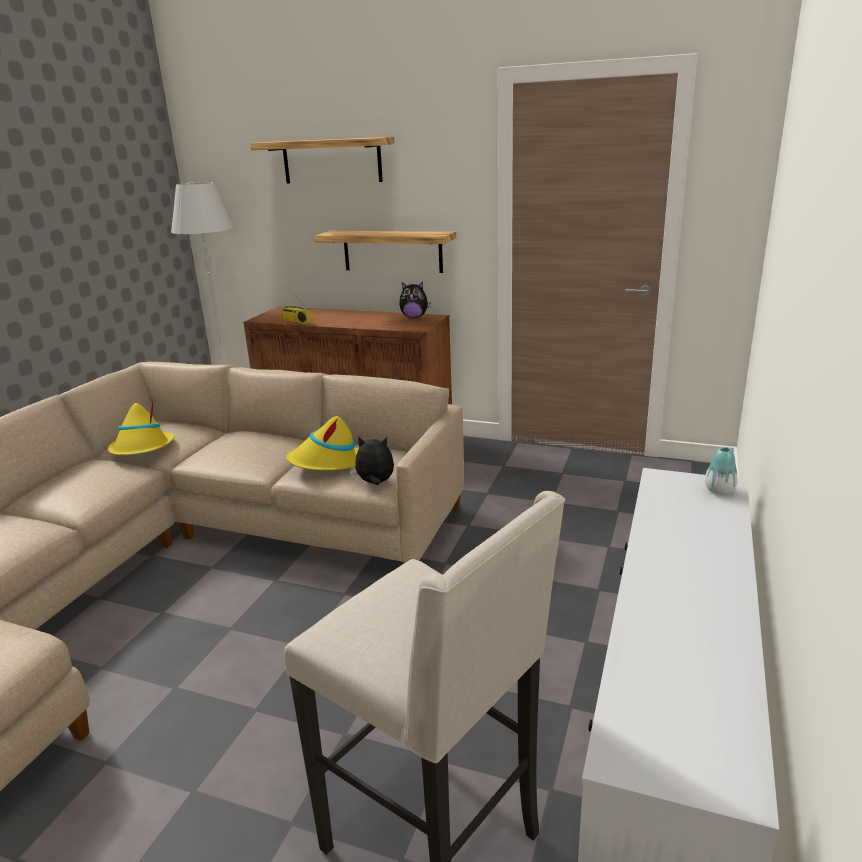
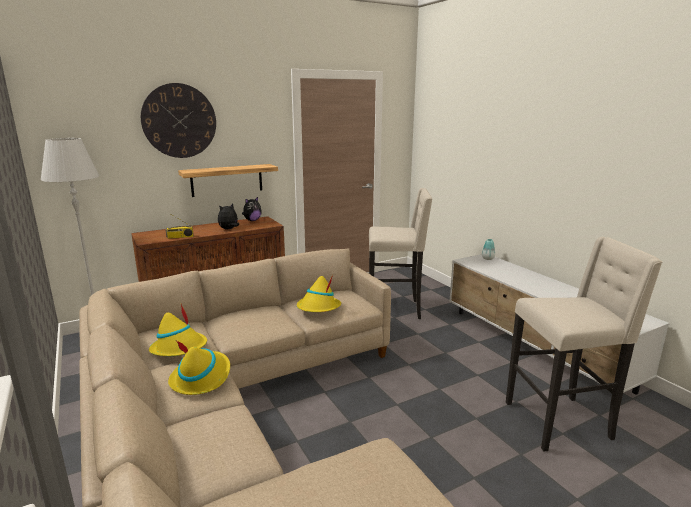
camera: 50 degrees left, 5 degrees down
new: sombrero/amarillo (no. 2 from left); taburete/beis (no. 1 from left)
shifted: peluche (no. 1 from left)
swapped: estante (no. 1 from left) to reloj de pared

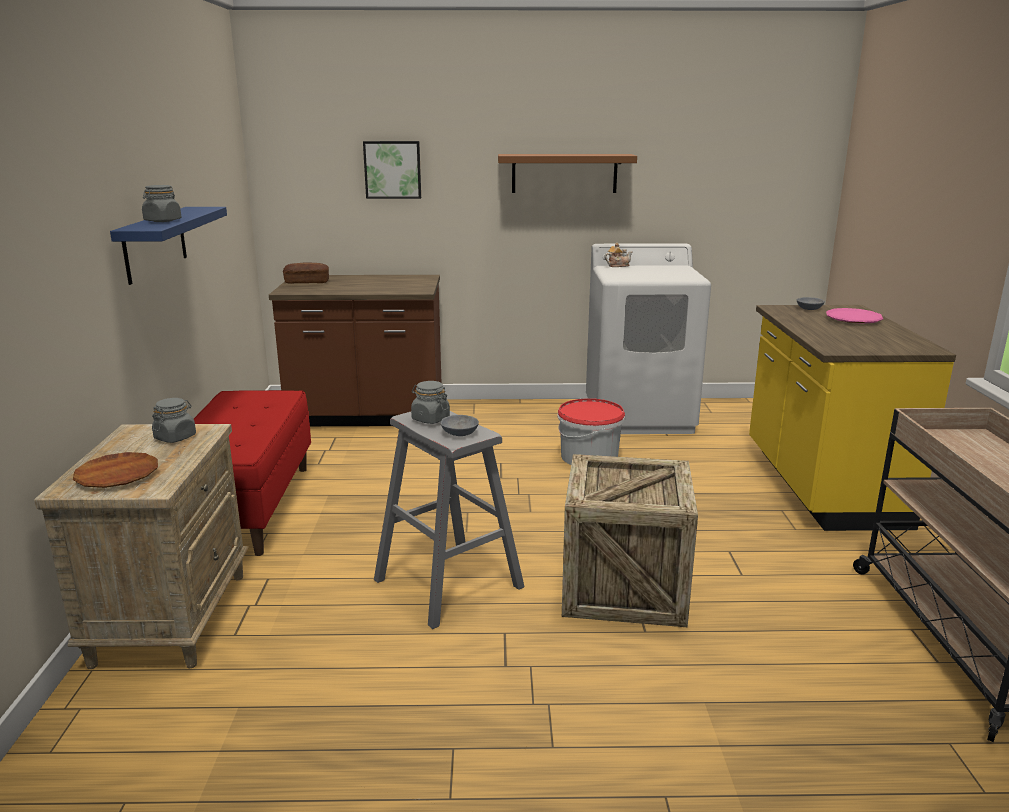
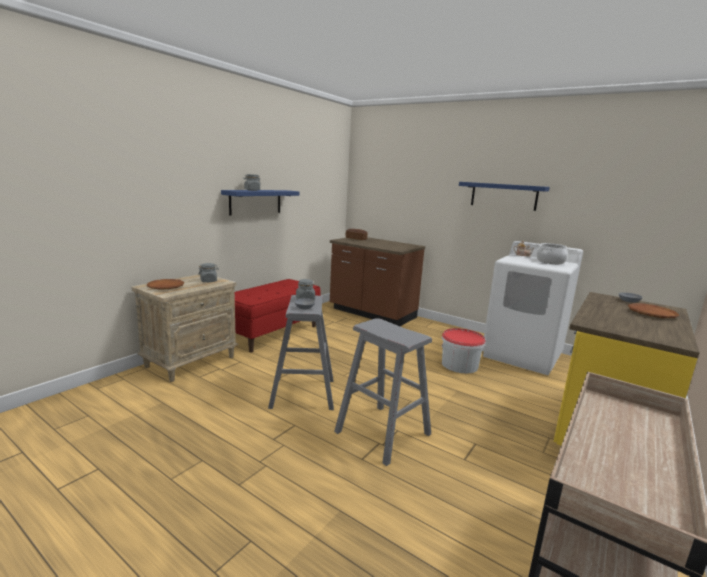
camera: 35 degrees right, 5 degrees down
gone: cuadro
new: olla
swapped: caja de embalaje to taburete/gris (no. 2 from left)
repainted: estante/marrón to estante/azul (no. 2 from left); plato/rosa to plato/marrón (no. 2 from left)

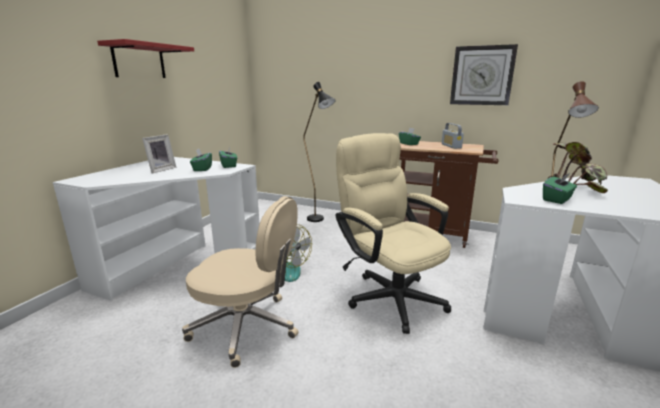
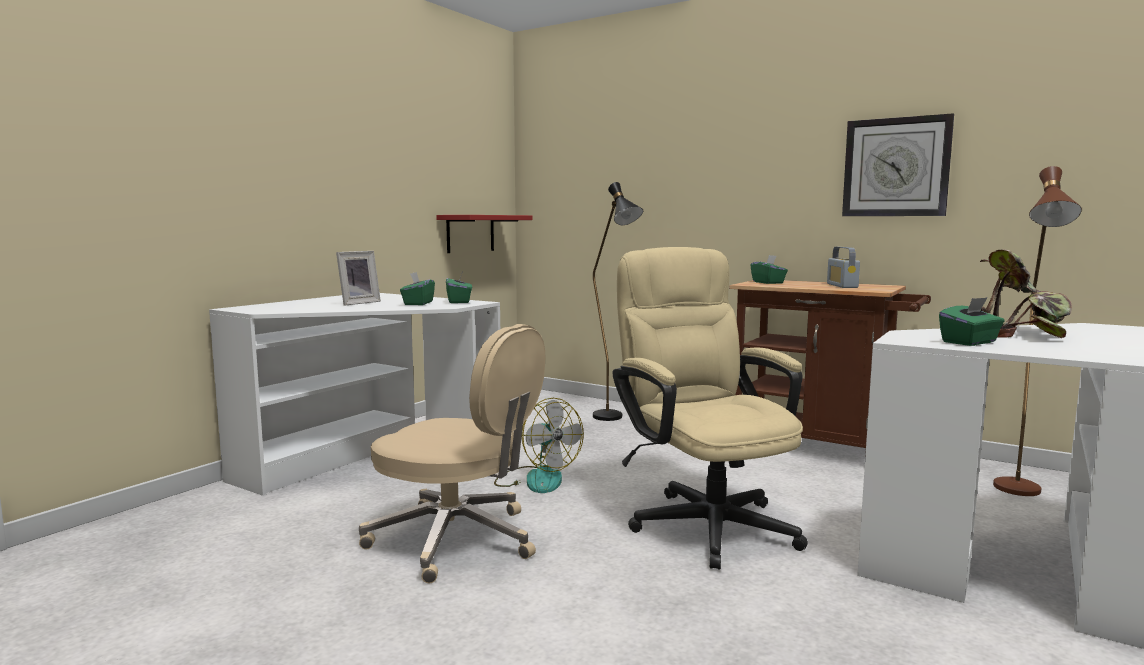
camera: 10 degrees right, 10 degrees down
shifted: estante/rojo

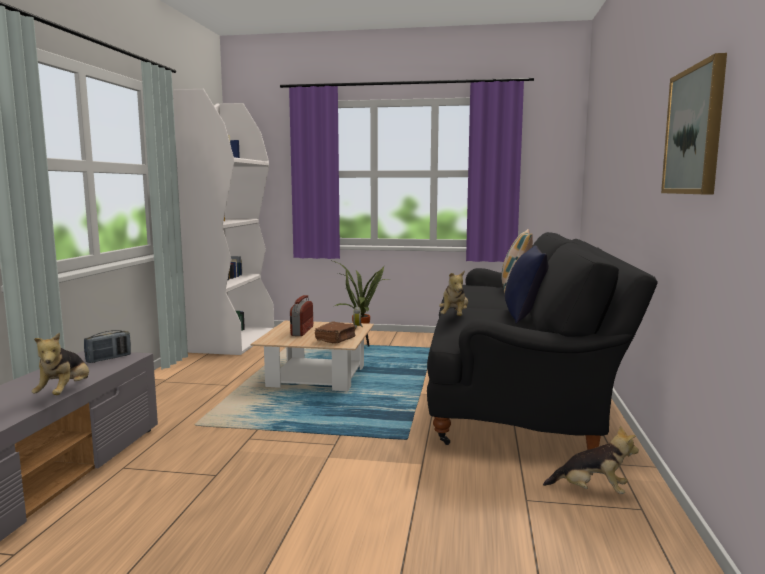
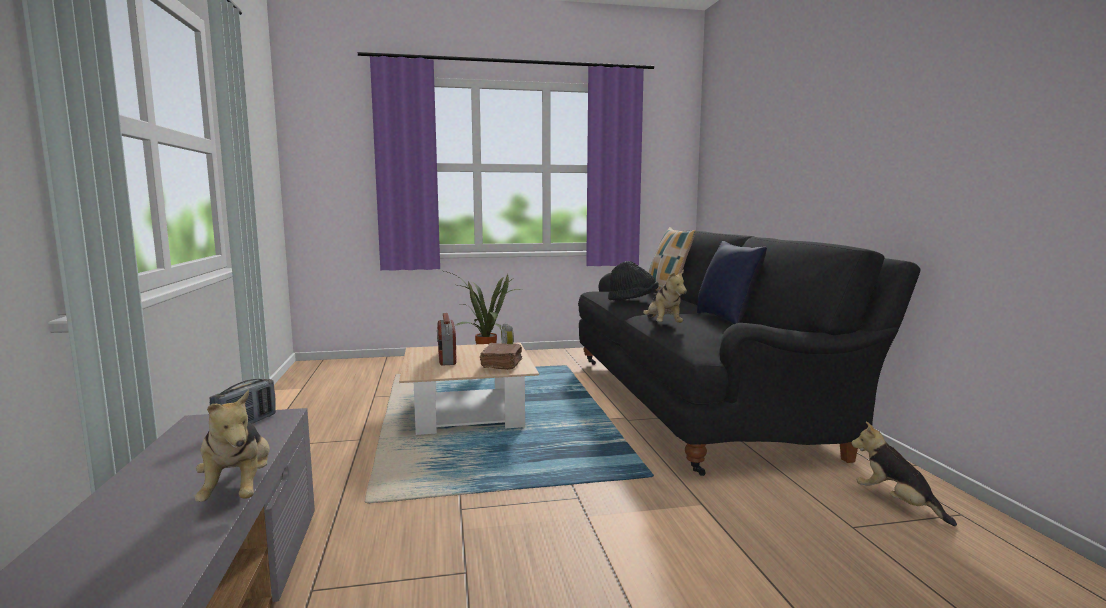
camera: 20 degrees left, 0 degrees up
gone: estantería/blanco; cuadro
new: sombrero/negro
rotated: peluche (no. 3 from left) 120 degrees counterclockwise

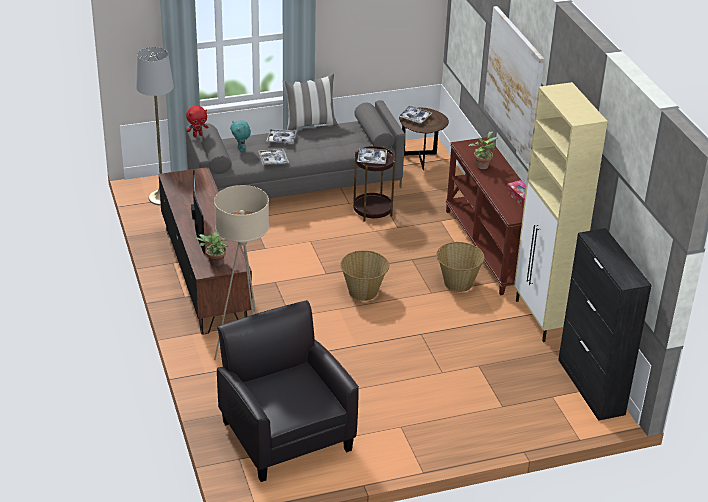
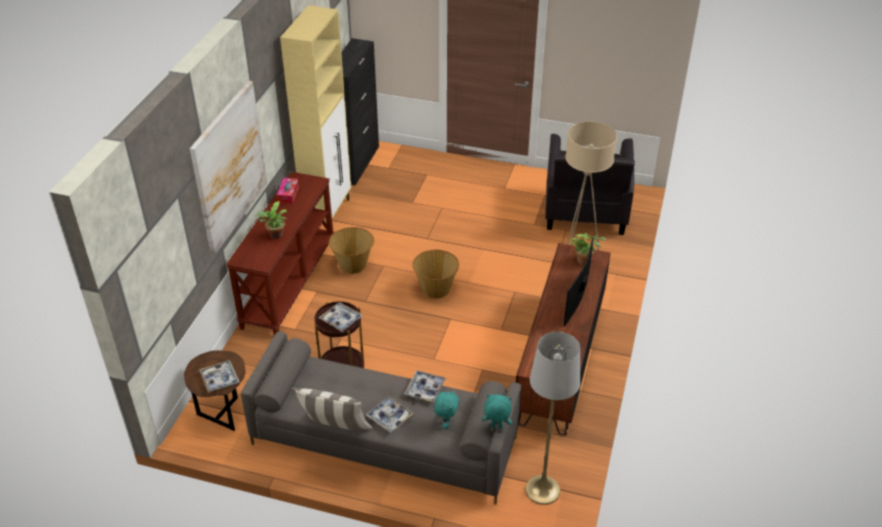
camera: 145 degrees left, 5 degrees up
repainted: peluche/rojo to peluche/turquesa (no. 2 from left)

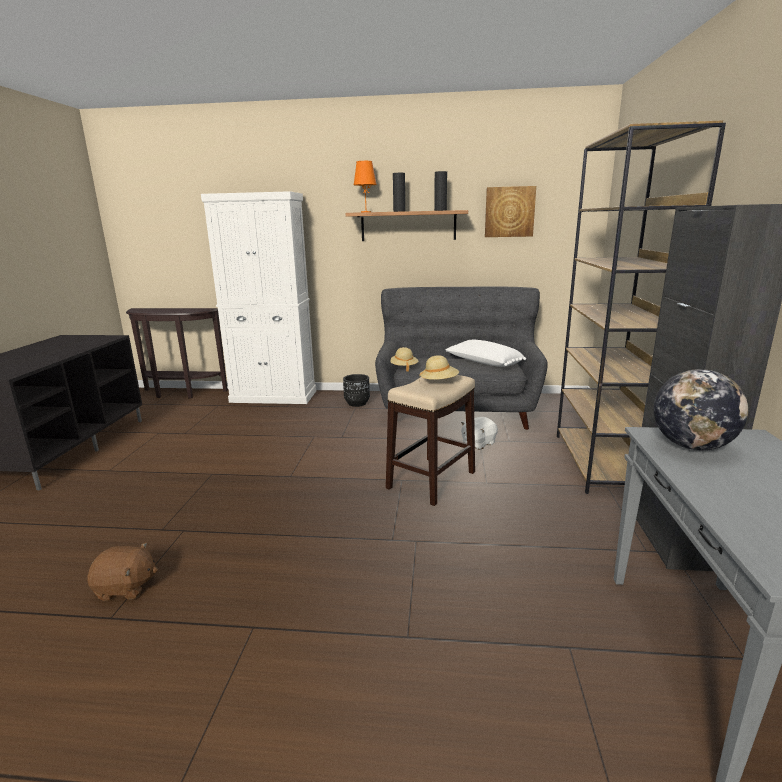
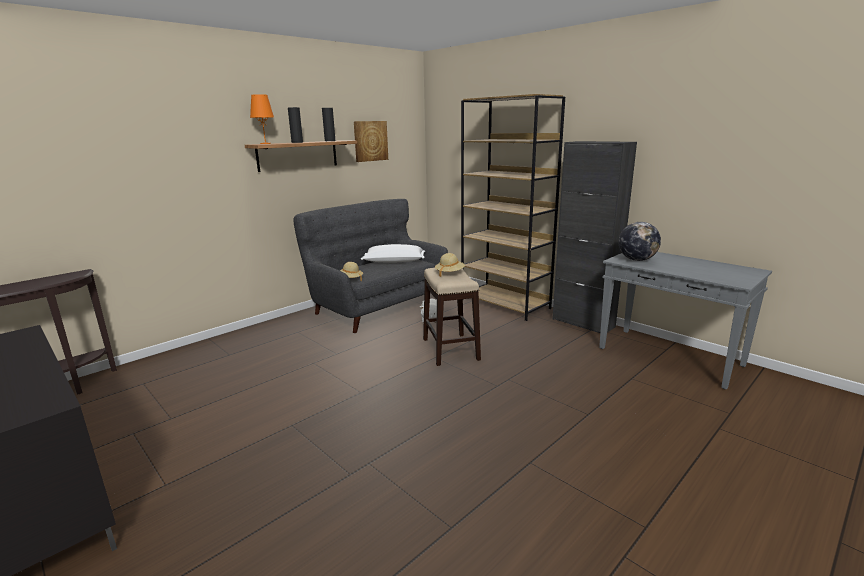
camera: 50 degrees left, 0 degrees up
gone: peluche/marrón; armario/blanco; maceta/negro

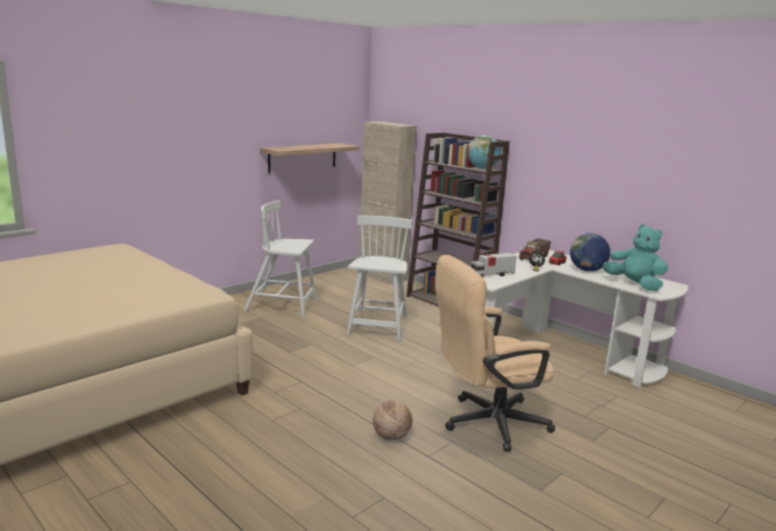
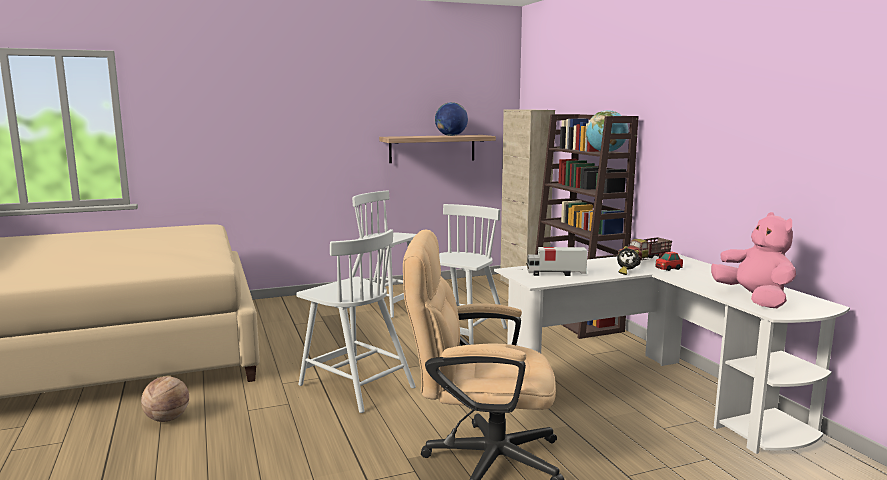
camera: 25 degrees right, 5 degrees down
new: silla/blanco (no. 1 from left)
shifted: balón de baloncesto; globo terráqueo (no. 2 from left in the first image) to globo terráqueo (no. 1 from left)
repainted: peluche/turquesa to peluche/rosa

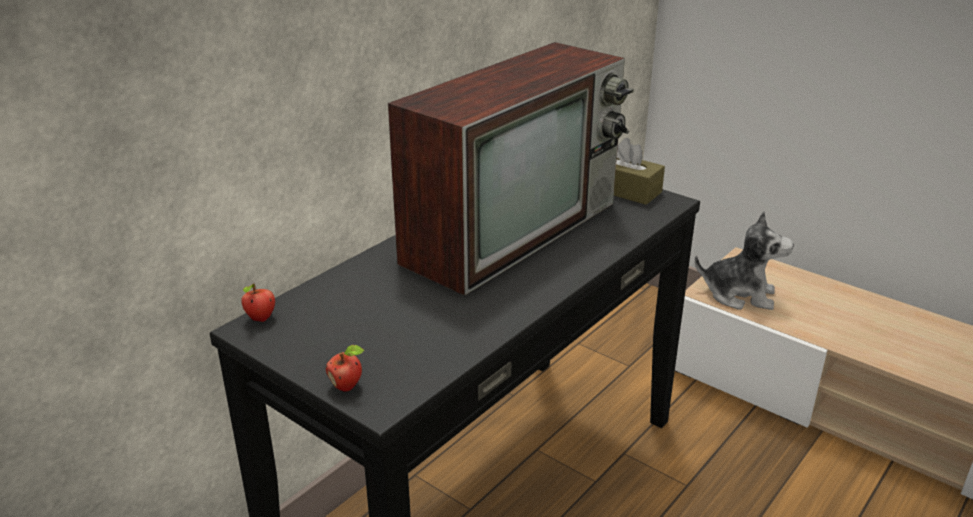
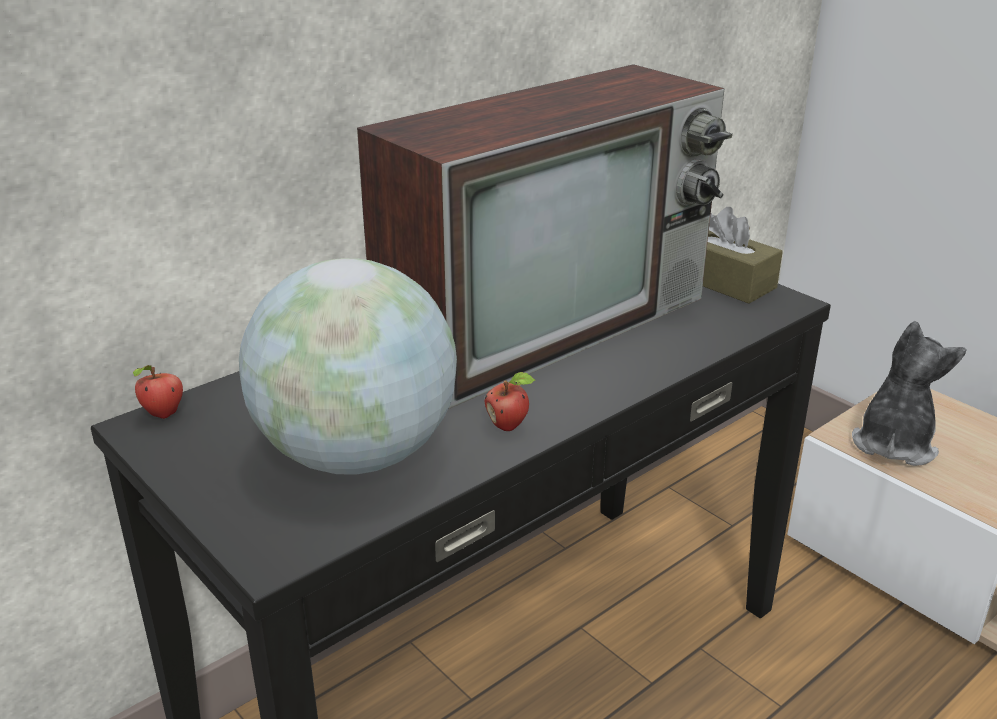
camera: 10 degrees right, 0 degrees up
new: globo terráqueo
shifted: manzana (no. 2 from left)
rotated: peluche 90 degrees counterclockwise

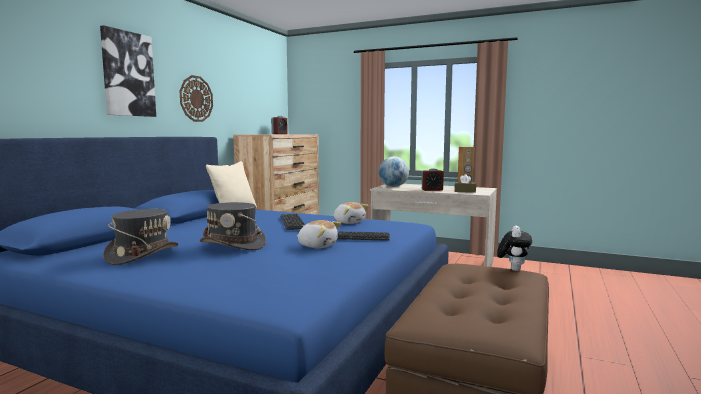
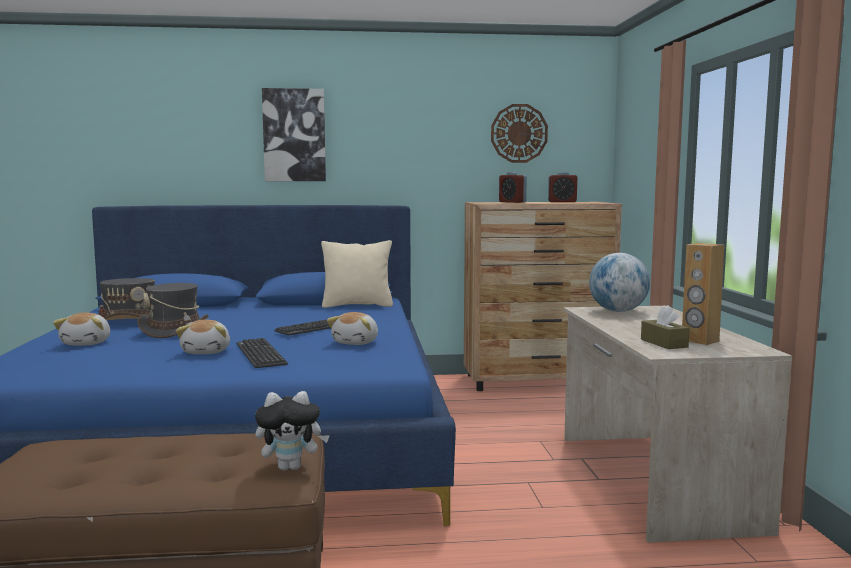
camera: 60 degrees right, 0 degrees up
new: peluche (no. 1 from left)
shifted: reloj de pared; despertador (no. 2 from left in the first image) to despertador (no. 1 from left)

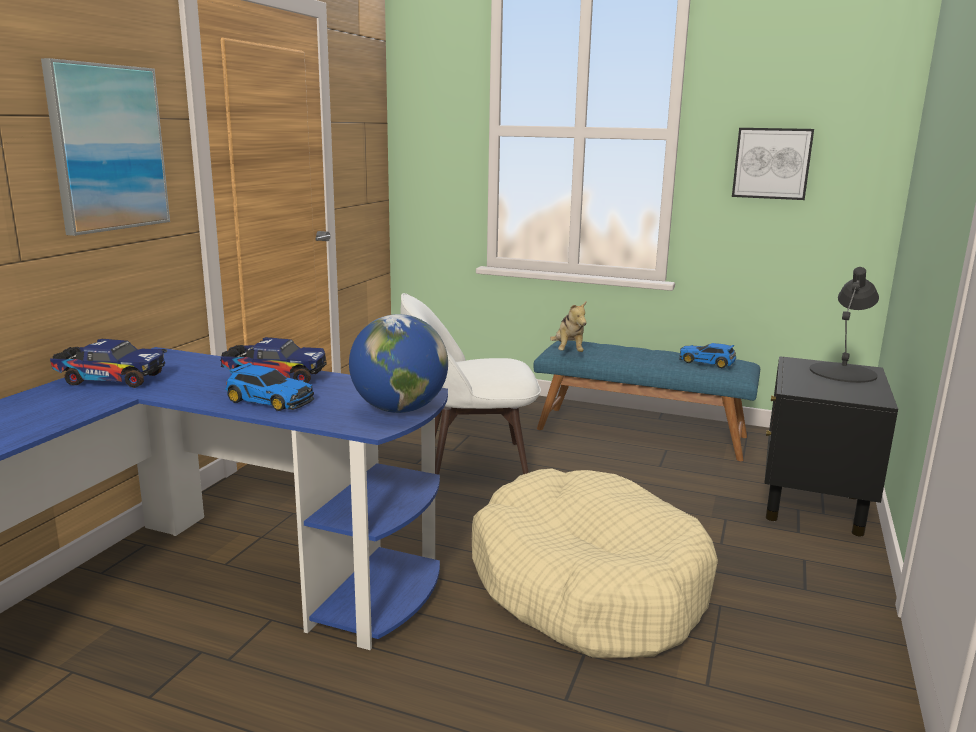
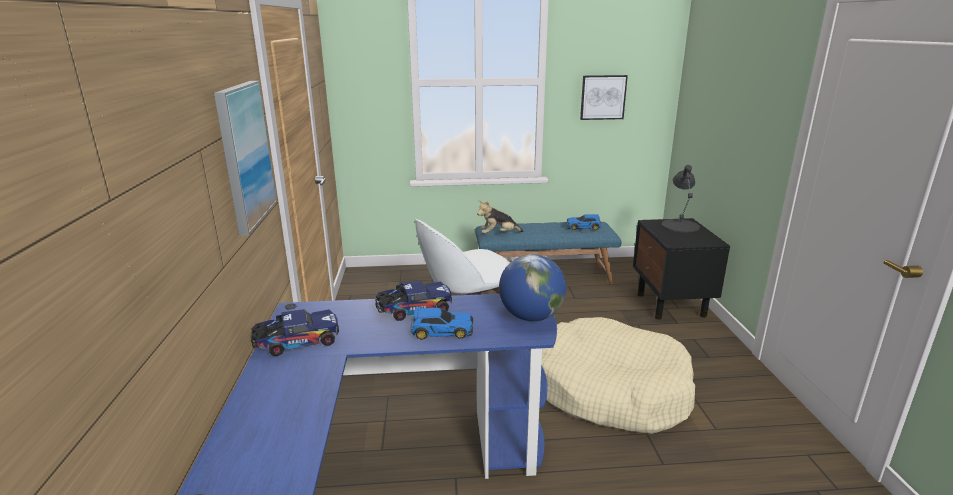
camera: 25 degrees left, 5 degrees up
rotated: peluche 105 degrees clockwise

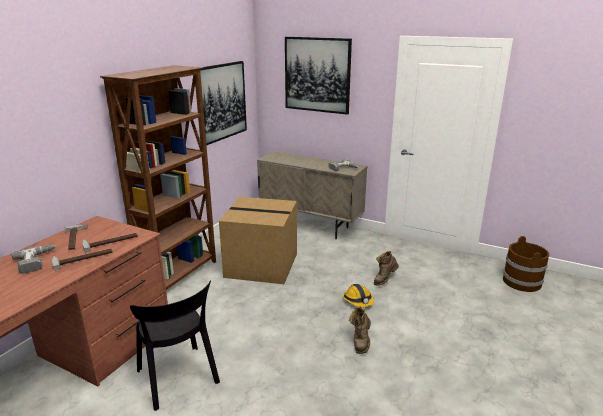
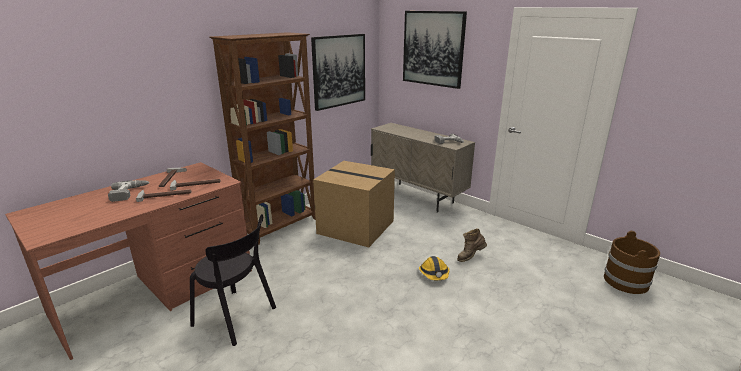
camera: 15 degrees right, 0 degrees up
gone: bota/marrón (no. 1 from left)
rotated: silla/negro 45 degrees counterclockwise

